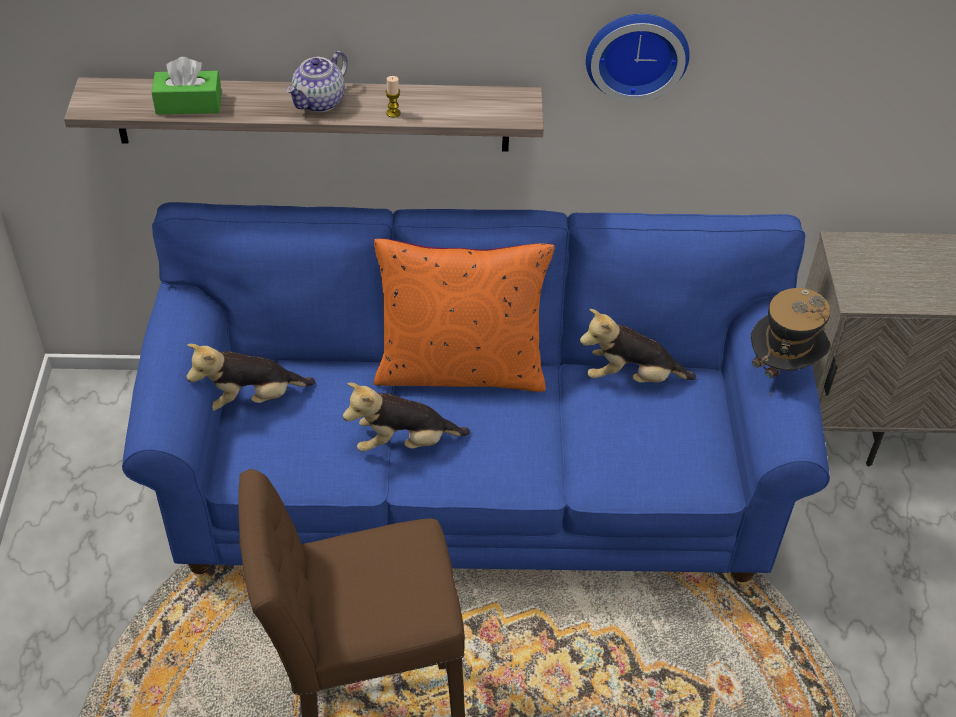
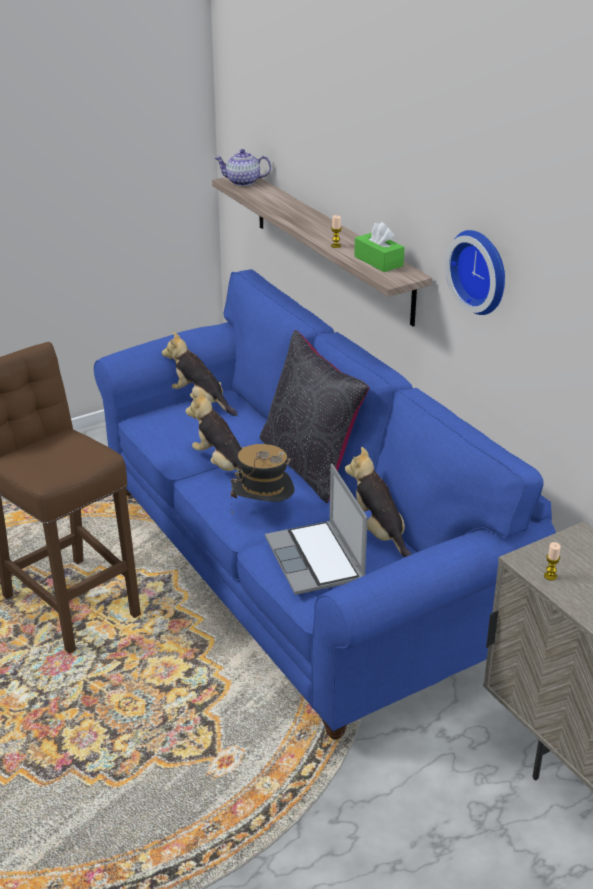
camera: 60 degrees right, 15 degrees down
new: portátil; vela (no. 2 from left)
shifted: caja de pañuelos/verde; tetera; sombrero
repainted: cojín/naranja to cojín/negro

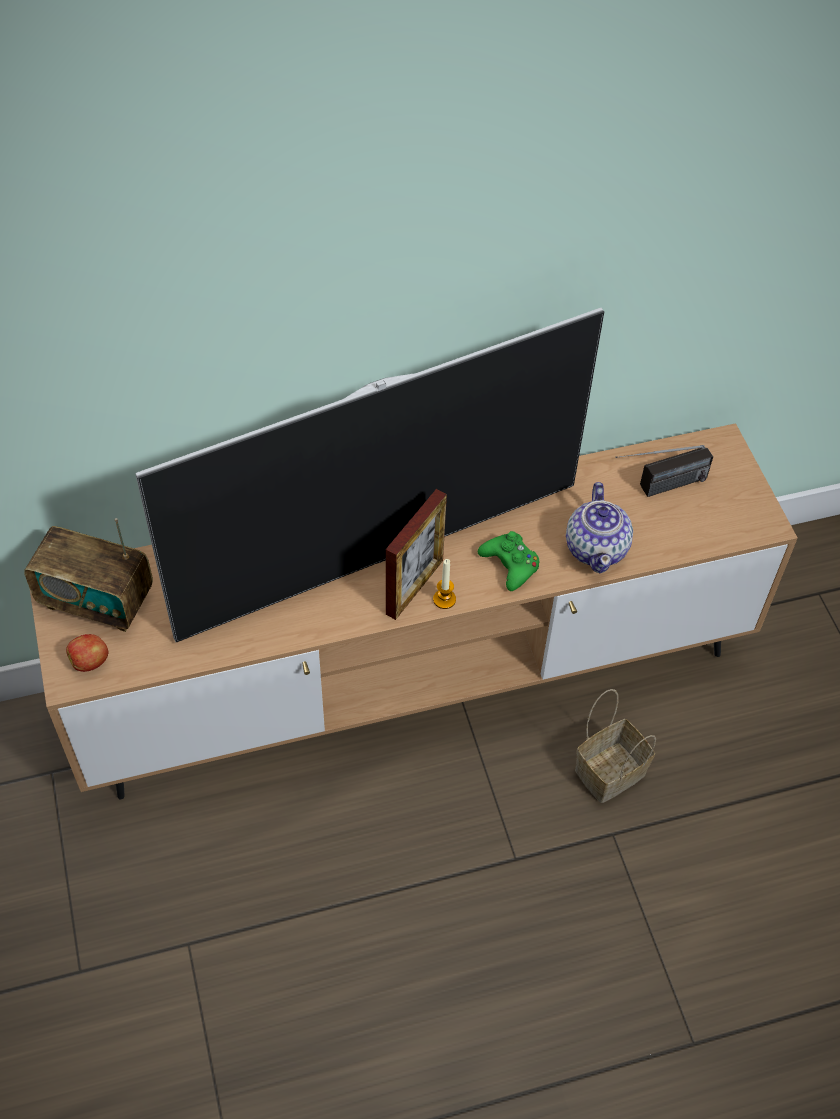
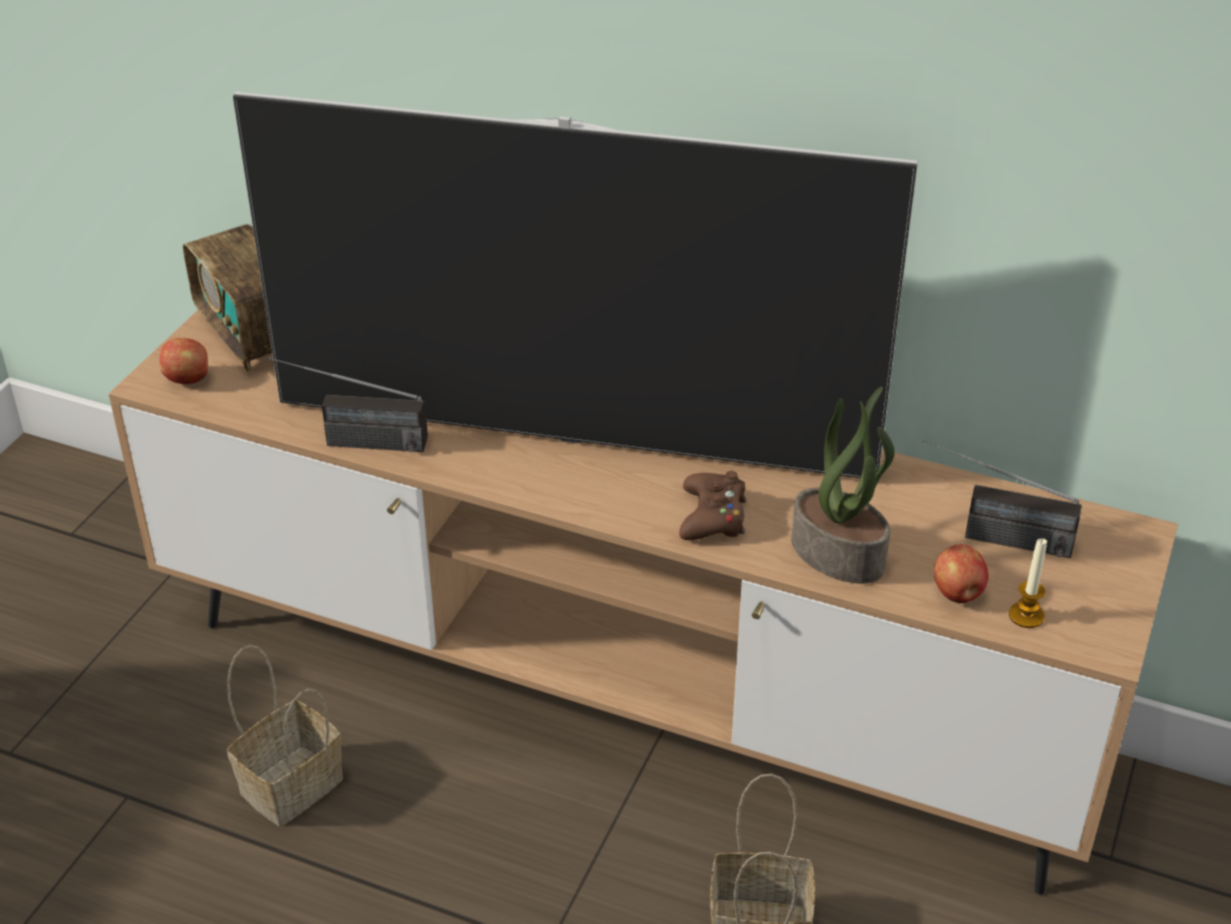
camera: 40 degrees right, 15 degrees down
gone: portarretratos
new: cesta (no. 1 from left); radio (no. 2 from left); manzana (no. 2 from left)
shifted: vela
swapped: tetera to planta en maceta
repainted: mando de consola/verde to mando de consola/marrón

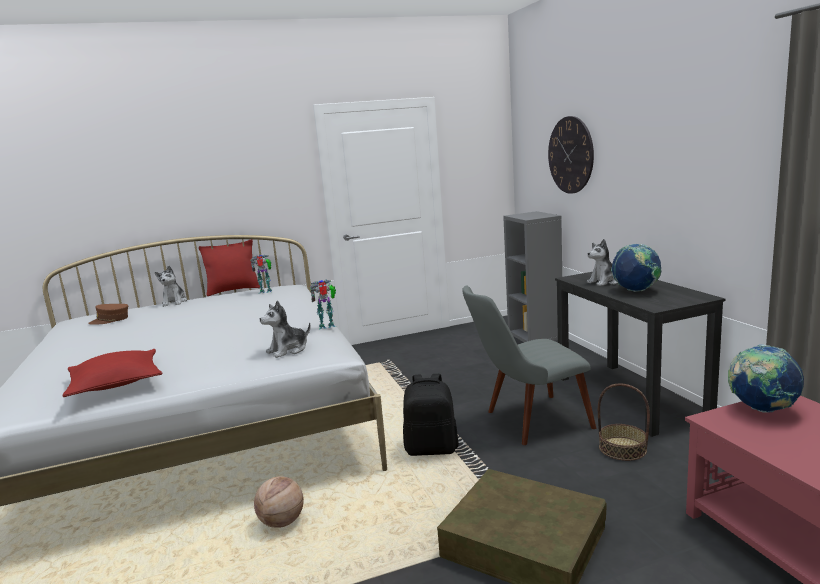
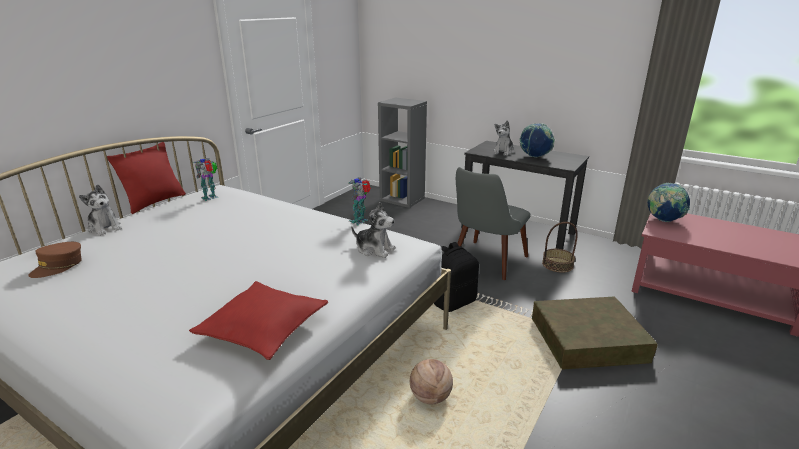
camera: 40 degrees left, 10 degrees up
gone: reloj de pared
rotated: peluche (no. 2 from left) 75 degrees counterclockwise

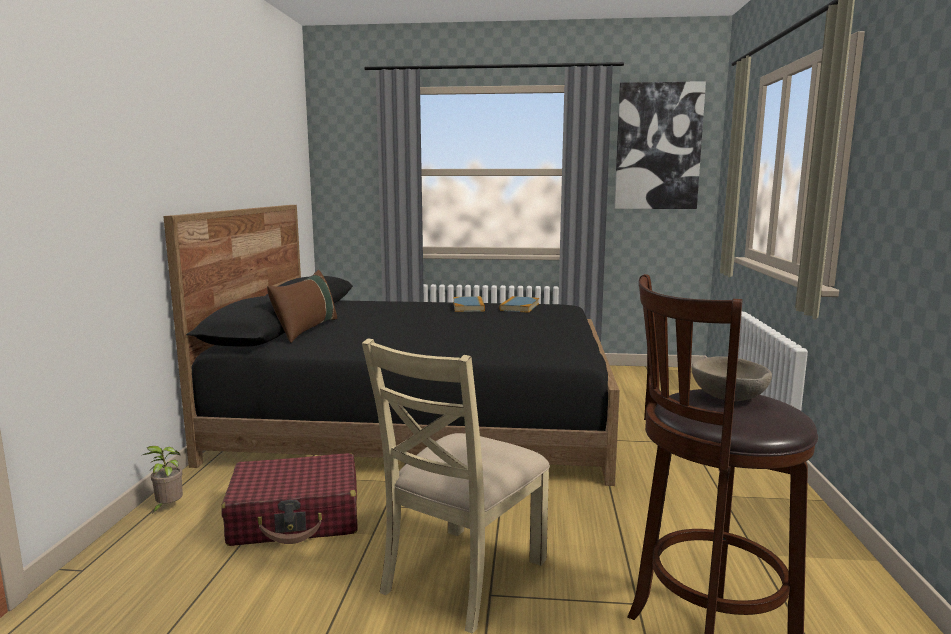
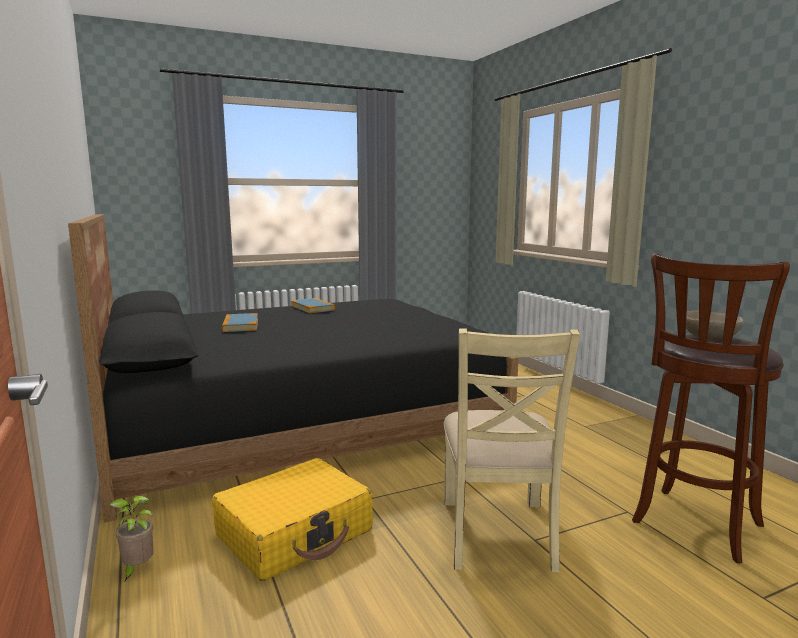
camera: 30 degrees left, 0 degrees up
gone: cojín/marrón; cuadro
shifted: libro (no. 2 from left in the first image) to libro (no. 1 from left)
repainted: maleta/rojo to maleta/amarillo

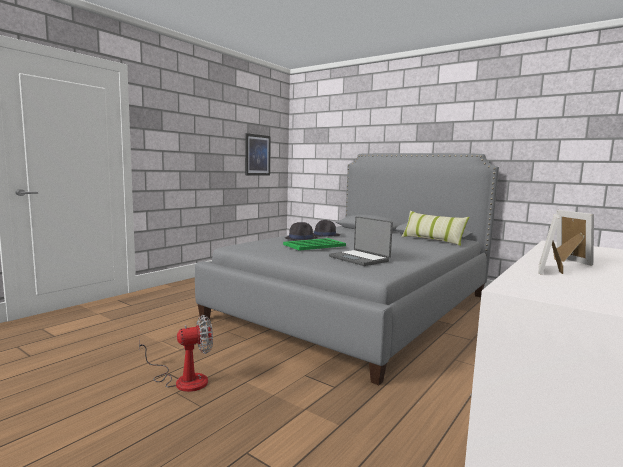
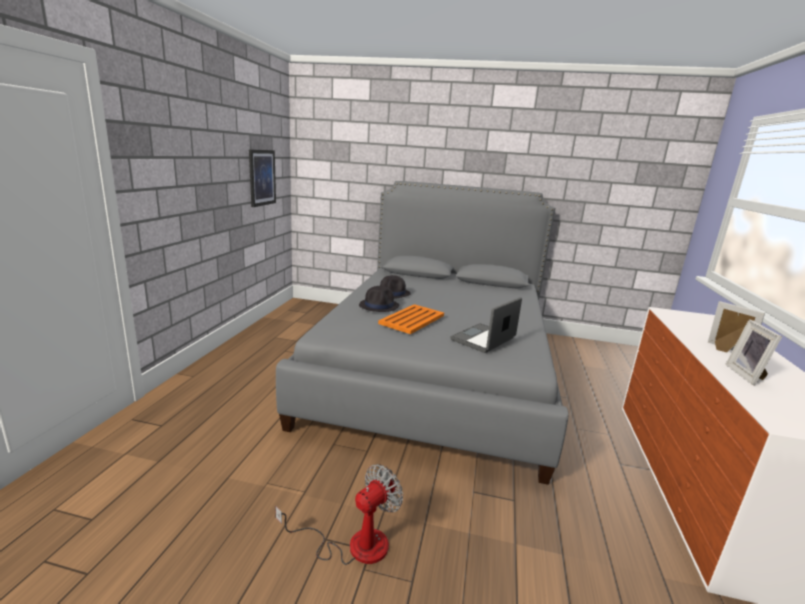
camera: 25 degrees left, 10 degrees up
gone: cojín
repainted: bandeja/verde to bandeja/naranja
rotated: portátil 105 degrees clockwise

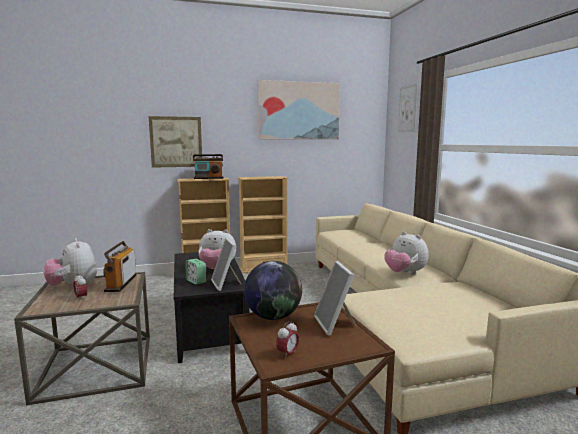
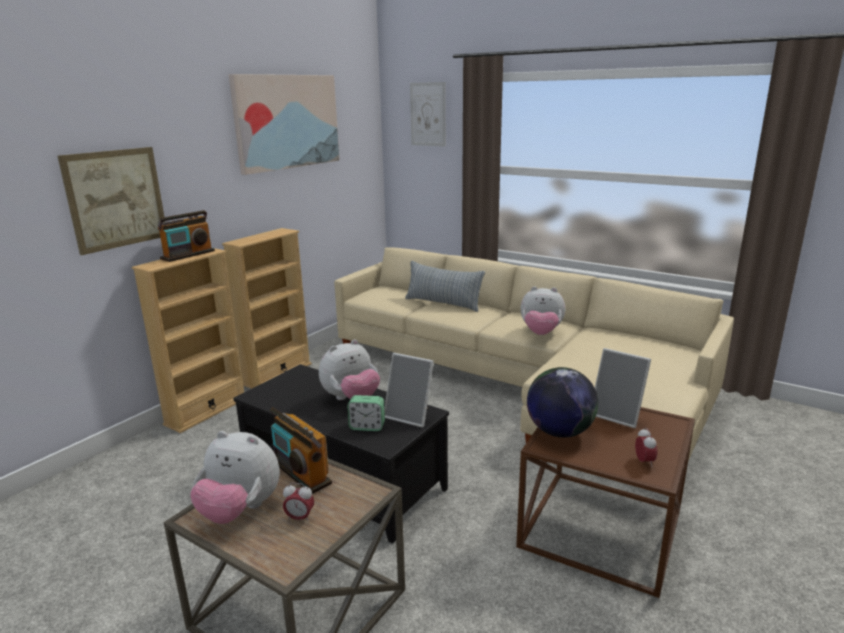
camera: 40 degrees left, 10 degrees up
new: cojín

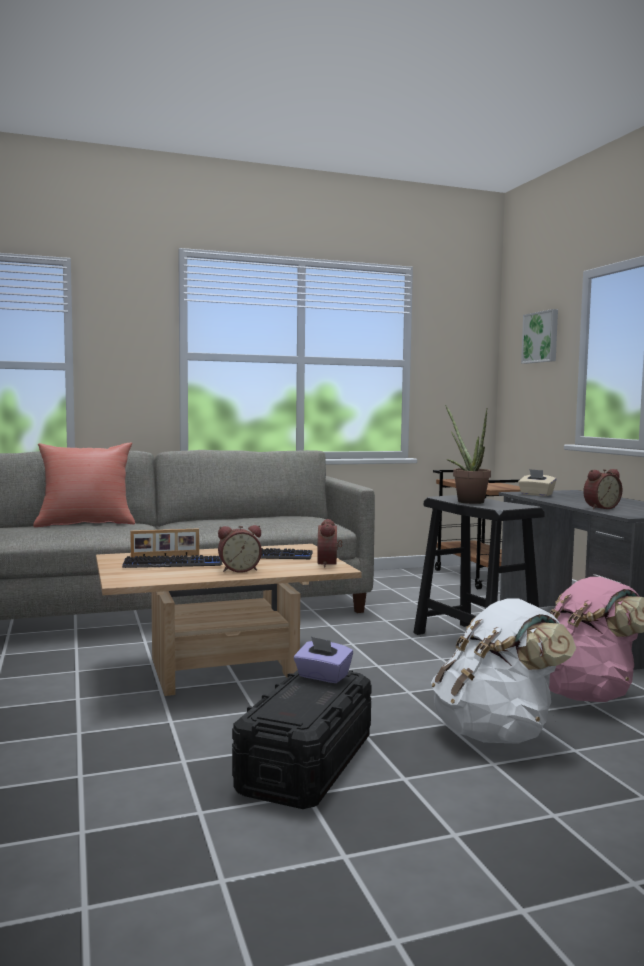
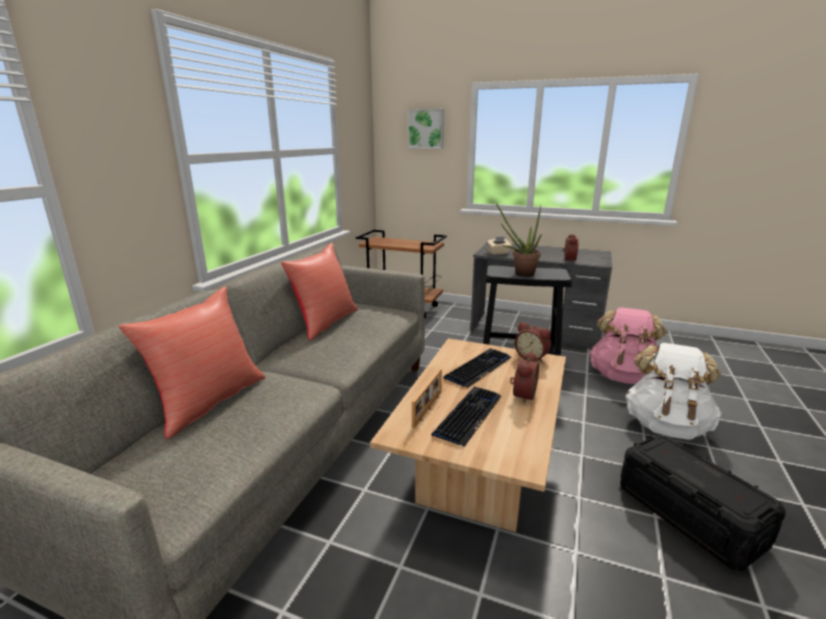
camera: 50 degrees left, 15 degrees up
gone: caja de pañuelos/morado
new: cojín/rojo (no. 2 from left)

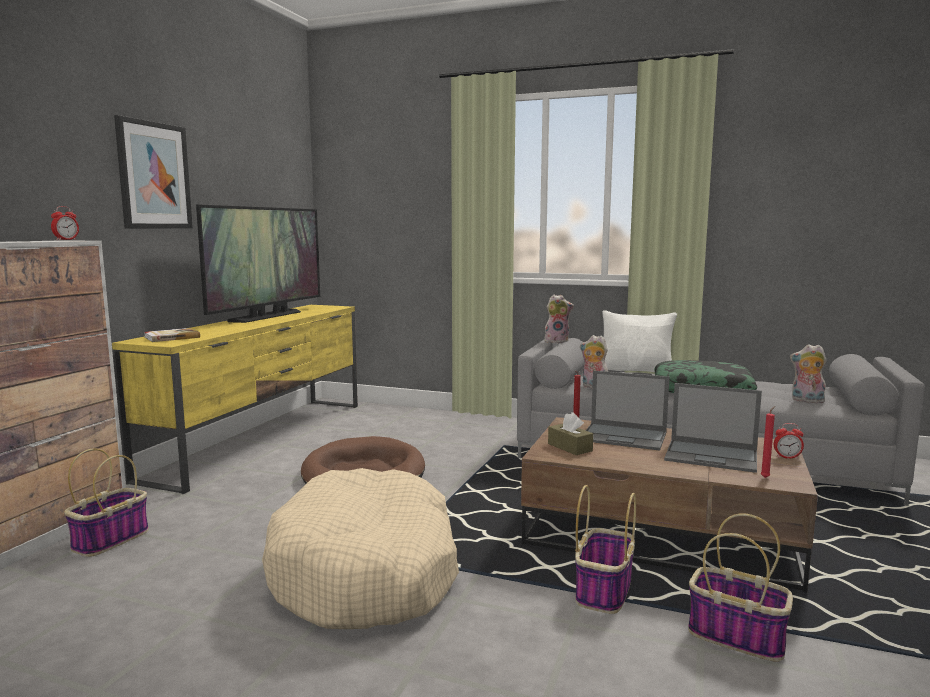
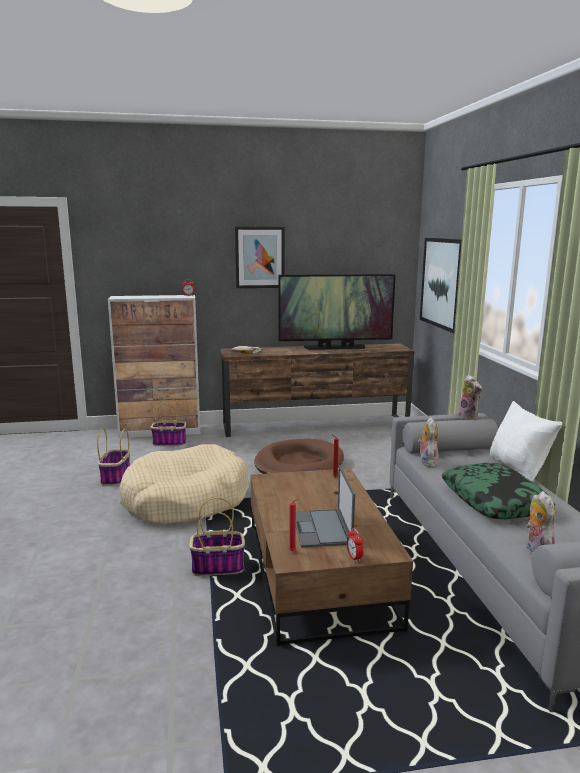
camera: 60 degrees right, 5 degrees up
gone: caja de pañuelos/marrón; portátil (no. 1 from left)
new: cuadro (no. 2 from left)
shifted: cesta (no. 3 from left in the first image) to cesta (no. 1 from left)
repainted: mueble de televisión/amarillo to mueble de televisión/marrón

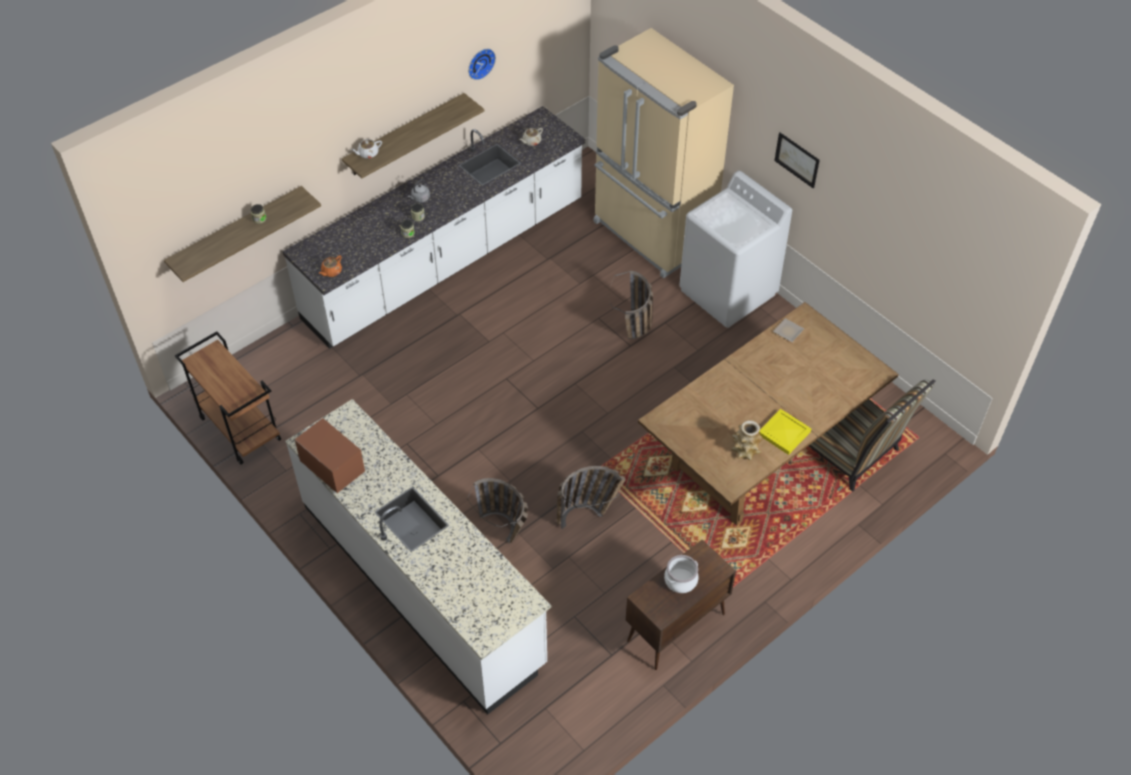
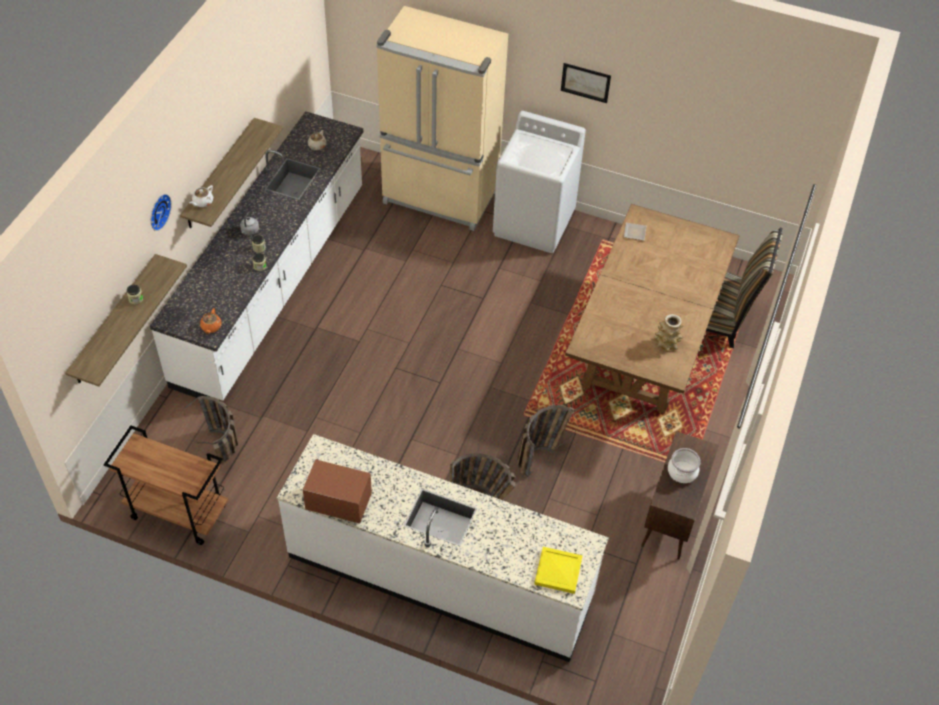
camera: 30 degrees left, 0 degrees up
shifted: reloj de pared; cesta (no. 3 from left in the first image) to cesta (no. 1 from left); bandeja/amarillo

